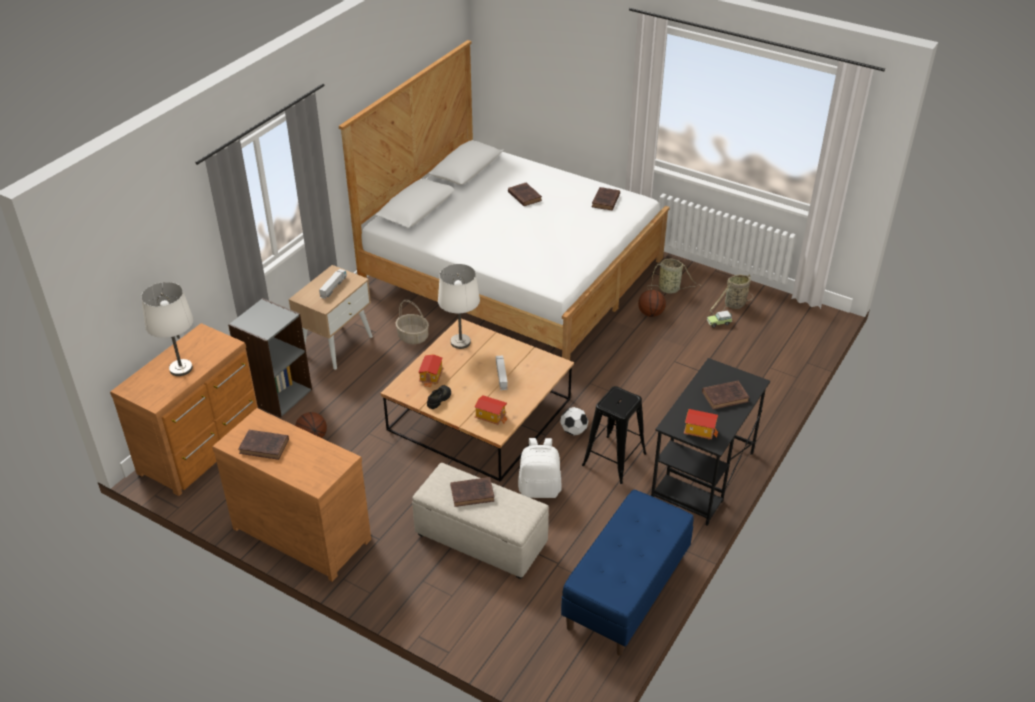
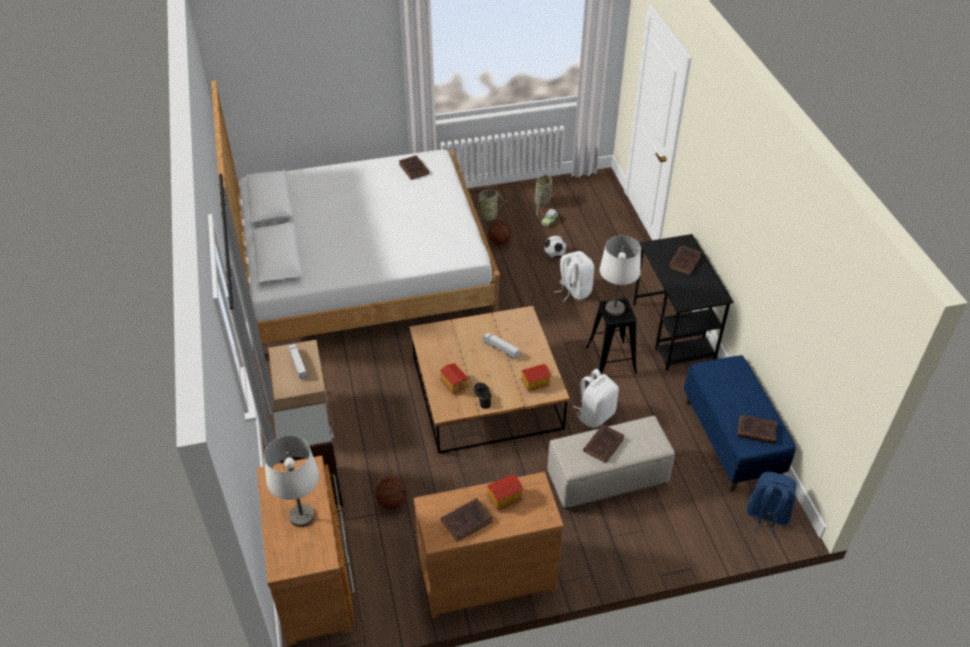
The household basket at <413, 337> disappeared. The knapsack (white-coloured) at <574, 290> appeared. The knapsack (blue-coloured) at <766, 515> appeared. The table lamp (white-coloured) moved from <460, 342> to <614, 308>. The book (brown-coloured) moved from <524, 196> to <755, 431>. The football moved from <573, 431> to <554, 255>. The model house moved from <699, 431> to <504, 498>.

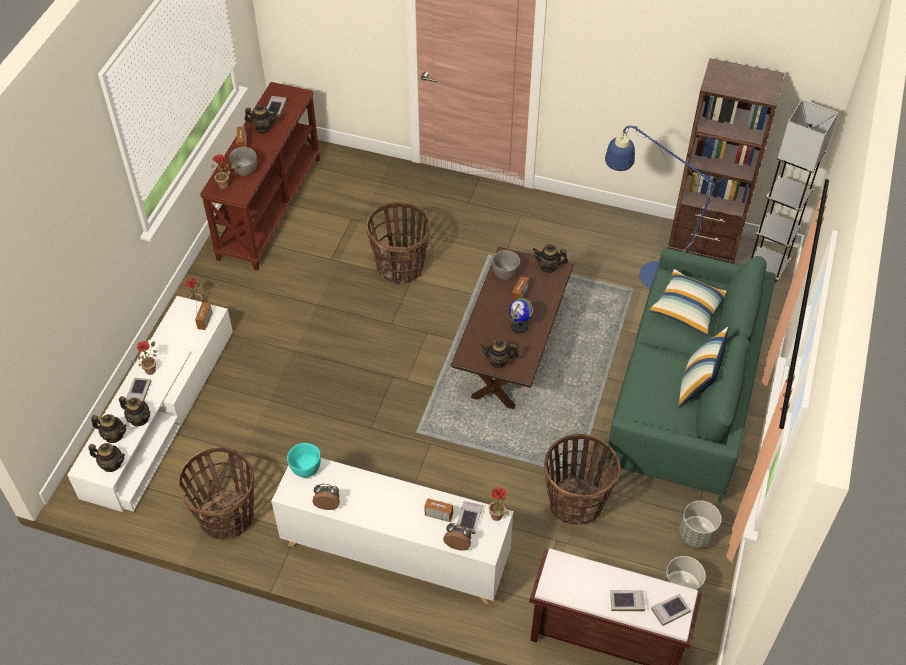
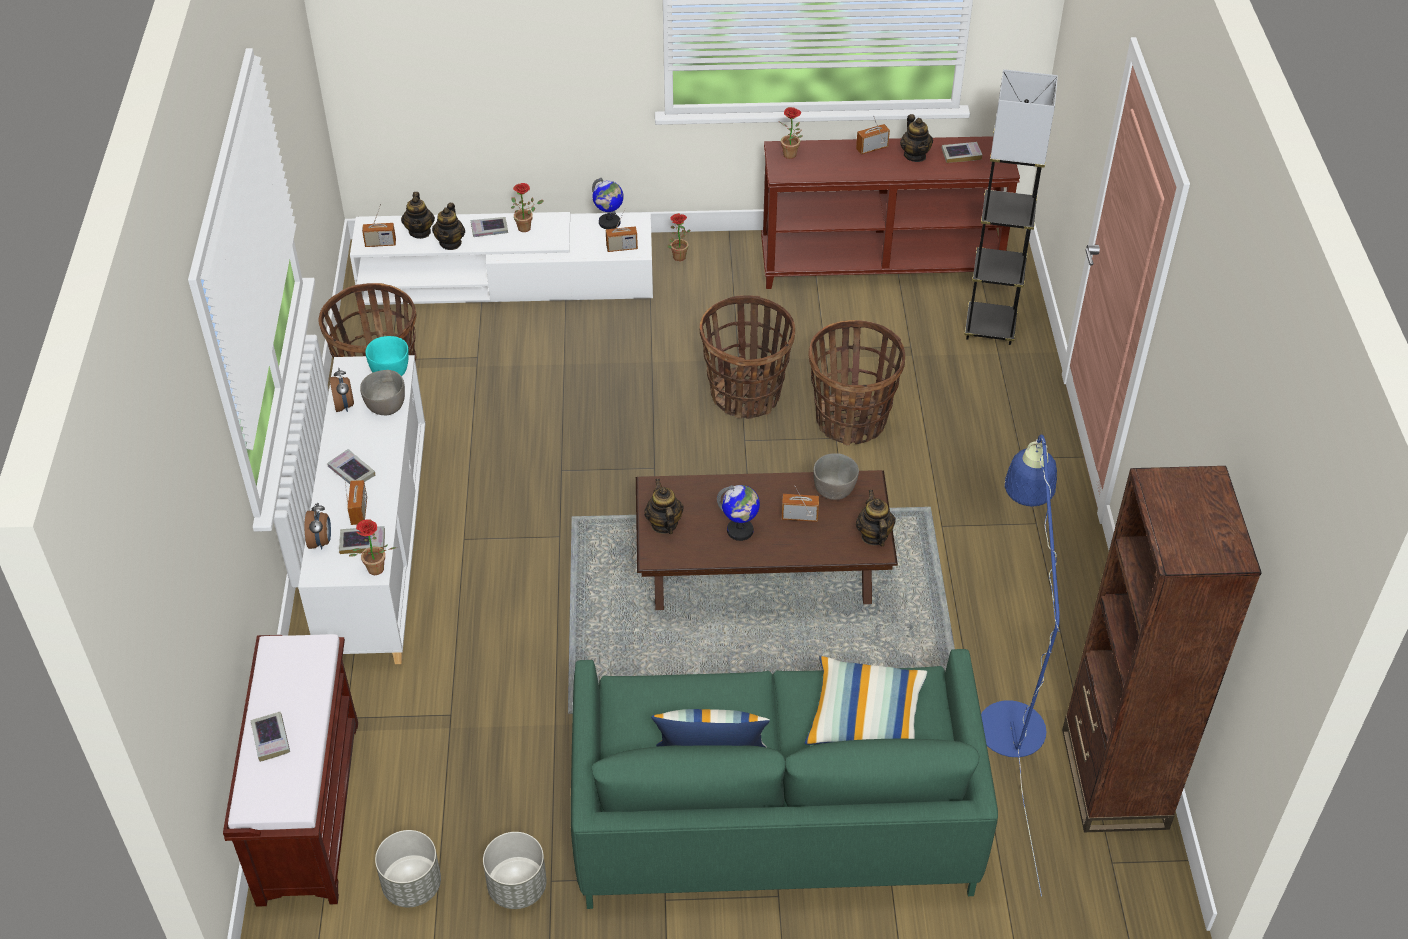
The desk globe at <609, 223> appeared. The deep dish (gray) moved from <245, 170> to <385, 406>. The household basket moved from <576, 502> to <746, 395>. The book moved from <670, 611> to <351, 471>. The standing lamp (gray) moved from <767, 266> to <990, 327>. The pot for tea at <111, 464> was replaced by the radio at <380, 243>.

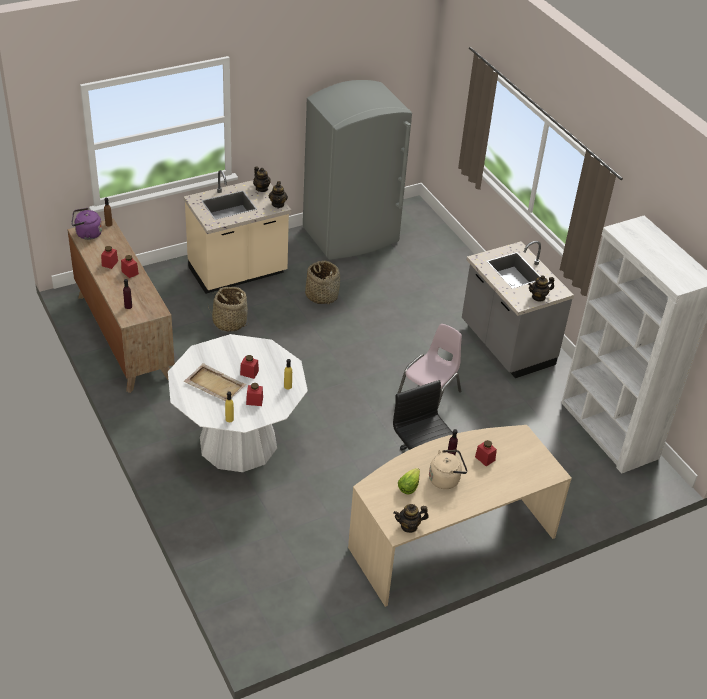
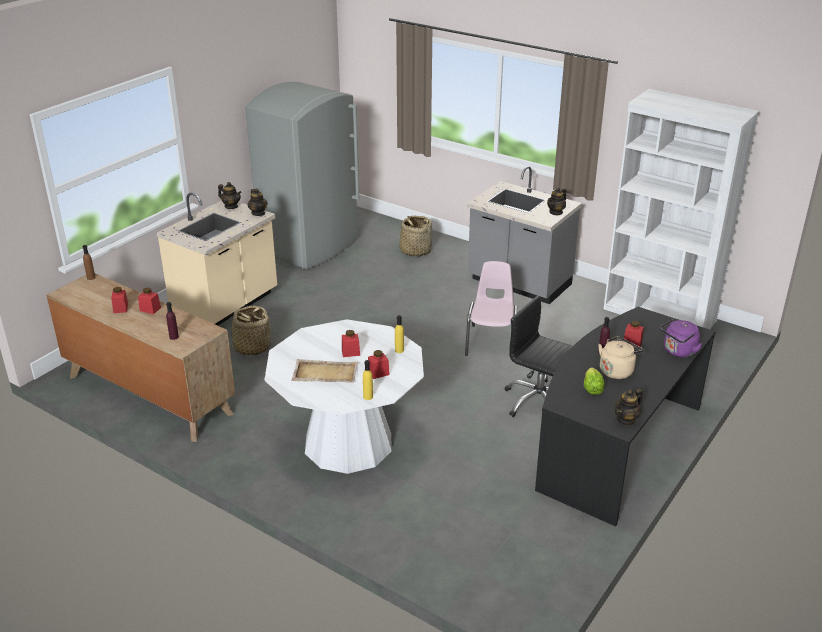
The water kettle (purple-coloured) moved from <87, 234> to <678, 351>. The household basket moved from <321, 295> to <415, 250>. The desk (beige) at <449, 538> became the desk (black) at <615, 445>.

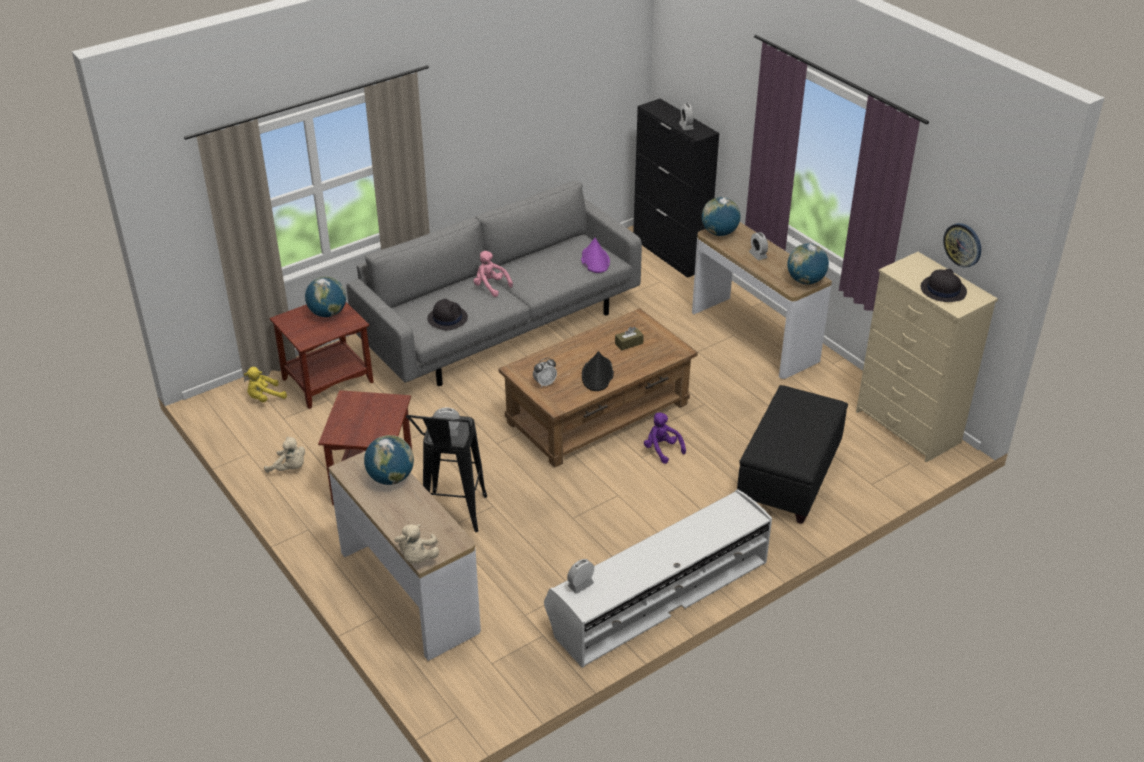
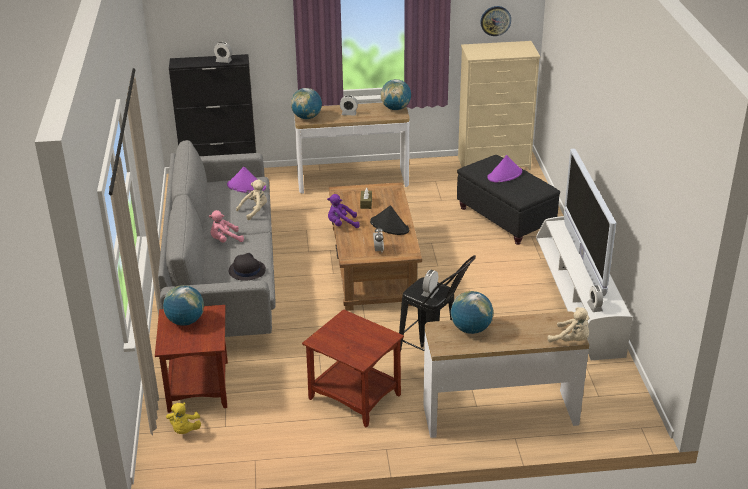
The wearable hat (black) at <942, 290> disappeared. The wearable hat (purple-coloured) at <505, 175> appeared. The TV set at <583, 258> appeared. The plush toy (beige) moved from <289, 468> to <255, 210>. The plush toy (purple-coloured) moved from <662, 450> to <341, 224>.

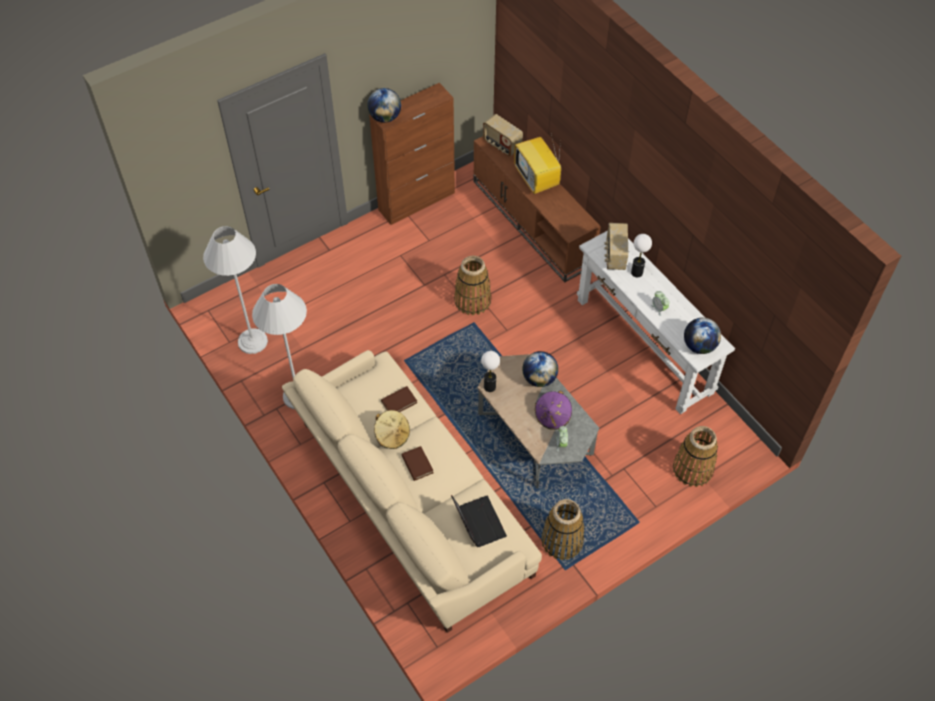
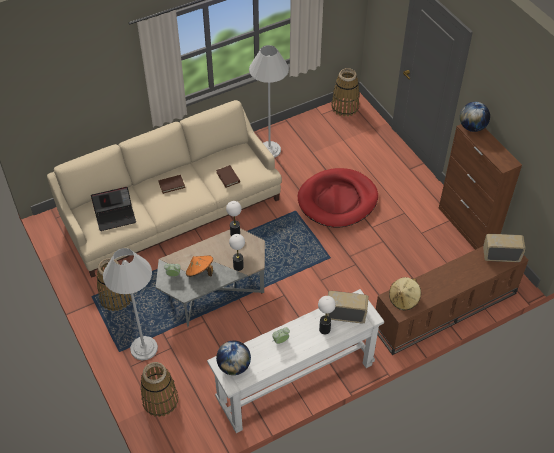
The TV set at <537, 180> disappeared. The dog cushion (reddish) at <337, 200> appeared. The standing lamp (white-coloured) moved from <252, 341> to <144, 348>. The wearable hat (beige) moved from <392, 435> to <404, 299>. The household basket moved from <472, 300> to <345, 107>. The desk globe at <539, 378> was replaced by the table lamp at <238, 267>. The wearable hat (purple-coloured) at <553, 416> became the wearable hat (orange-coloured) at <200, 272>. The radio at <502, 145> turned 45 degrees clockwise.

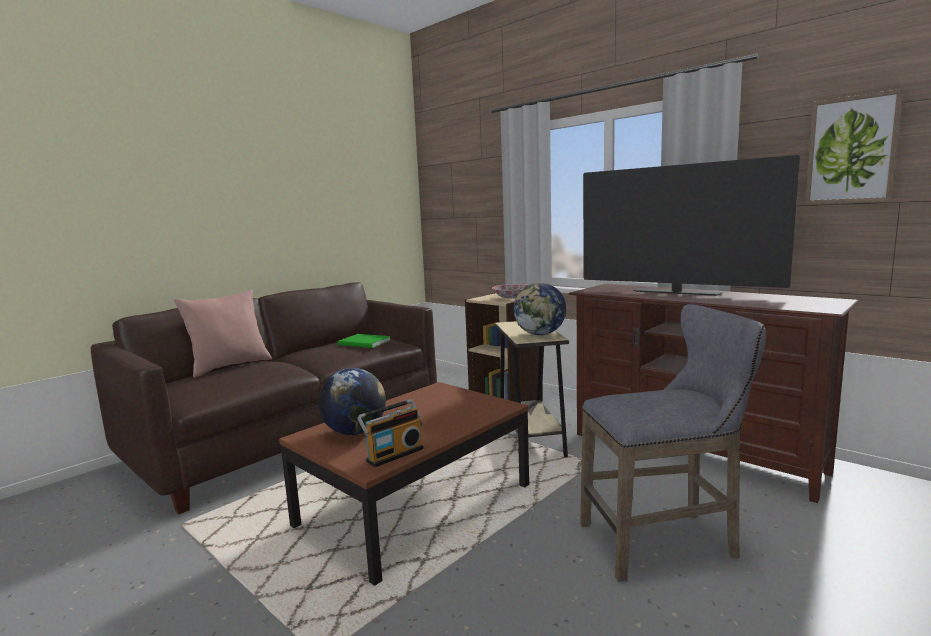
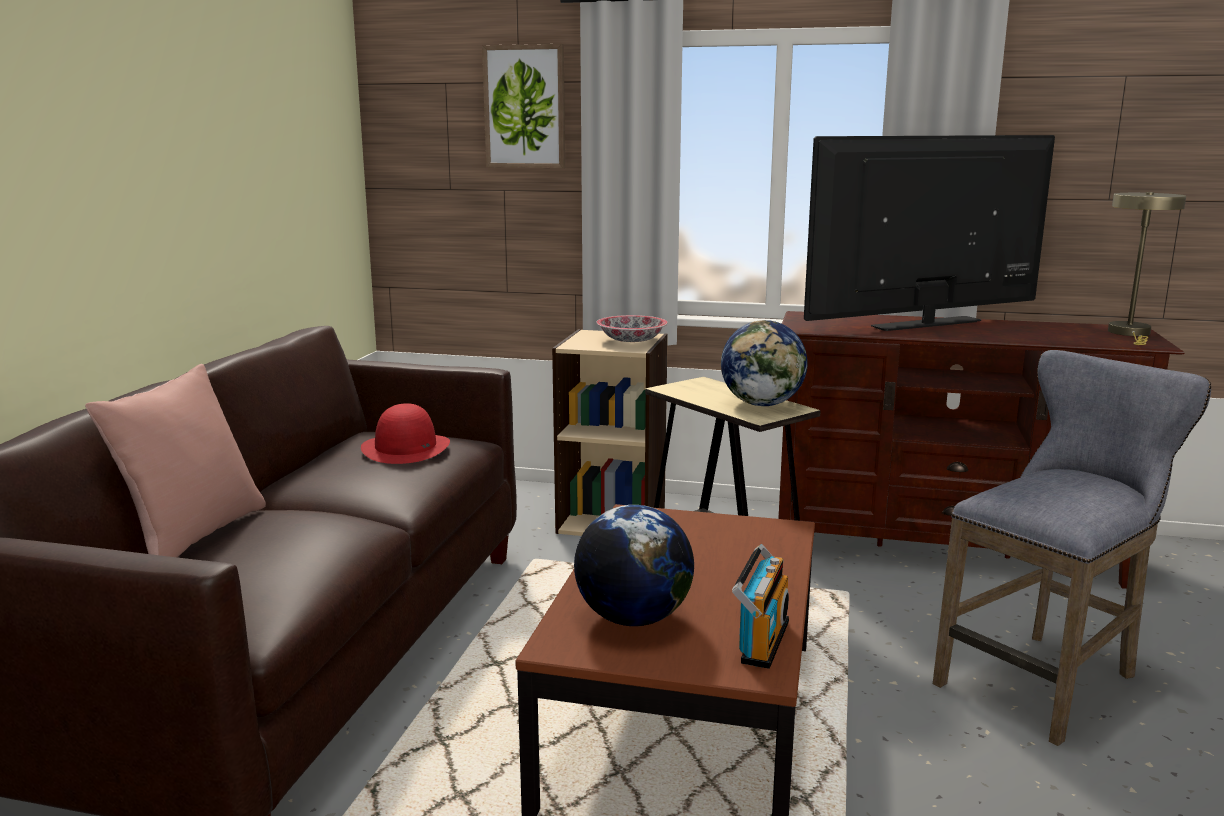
The table lamp (beige) at <1131, 334> appeared. The wall art moved from <851, 150> to <525, 107>. The book (green-coloured) at <365, 343> was replaced by the wearable hat (reddish) at <406, 448>. The TV set at <676, 292> turned 150 degrees clockwise.

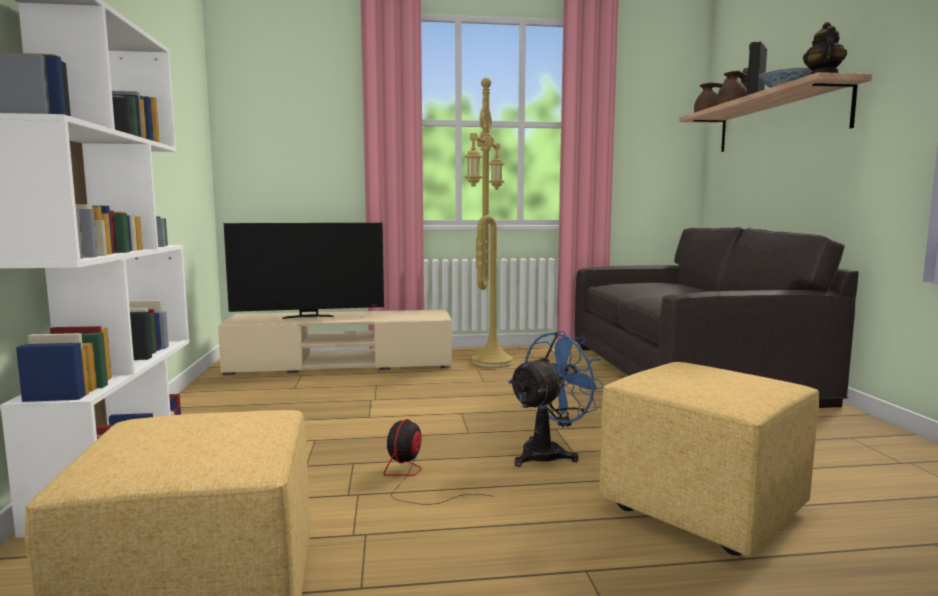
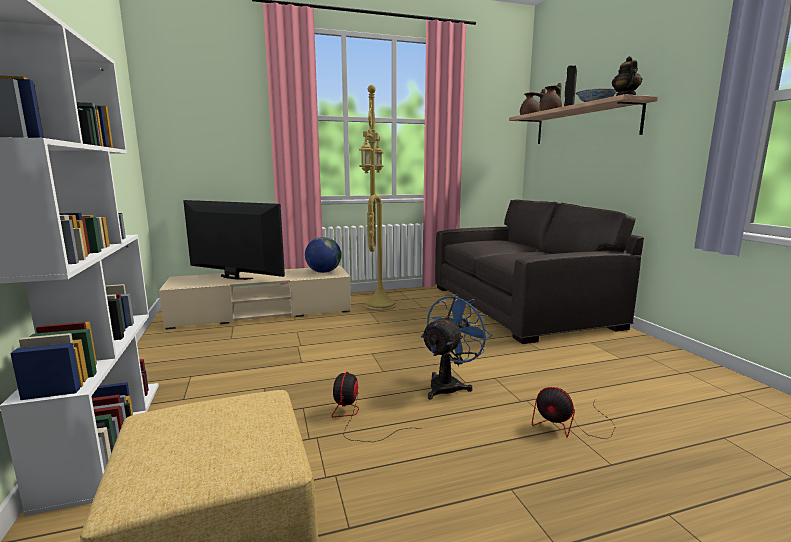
The desk globe at <323, 272> appeared. The footrest (yellowish) at <700, 510> was replaced by the cooling fan at <569, 425>. The TV set at <308, 316> turned 135 degrees counterclockwise.

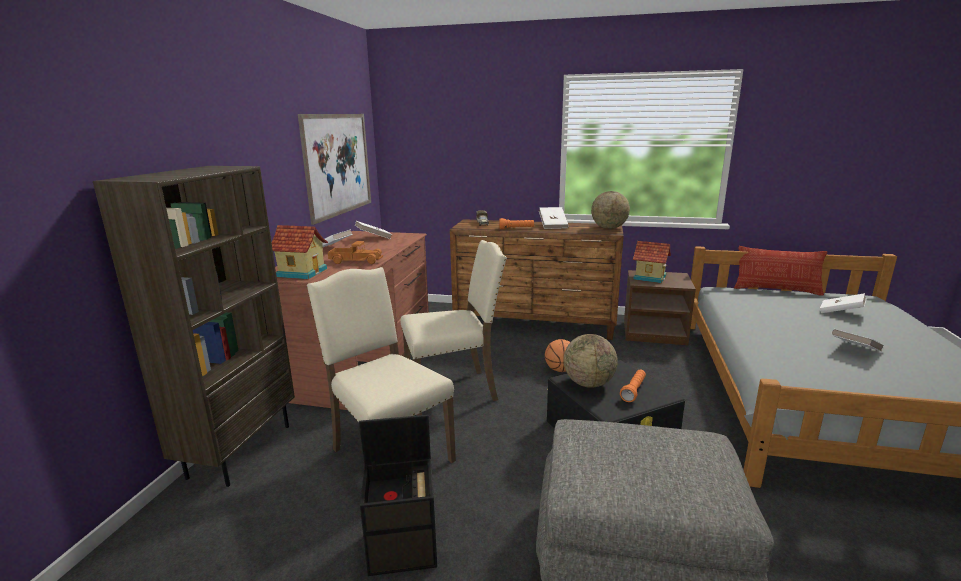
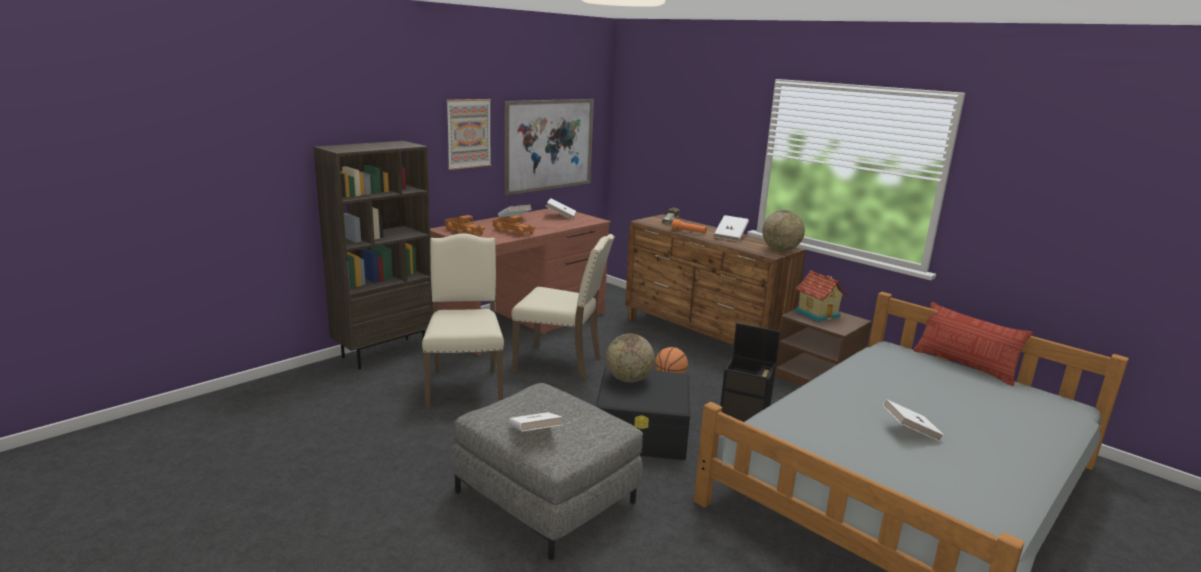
The flashlight (orange-coloured) at <633, 391> disappeared. The wall art at <468, 133> appeared. The storage bin (black) moved from <404, 547> to <745, 415>. The book (white-coloured) moved from <840, 312> to <534, 434>. The model house at <302, 272> was replaced by the toy truck at <464, 232>.

